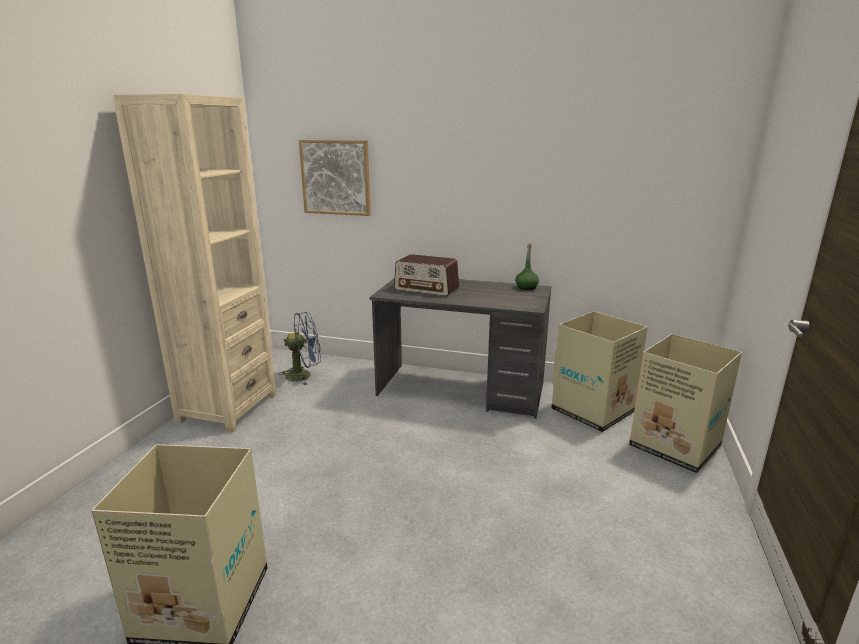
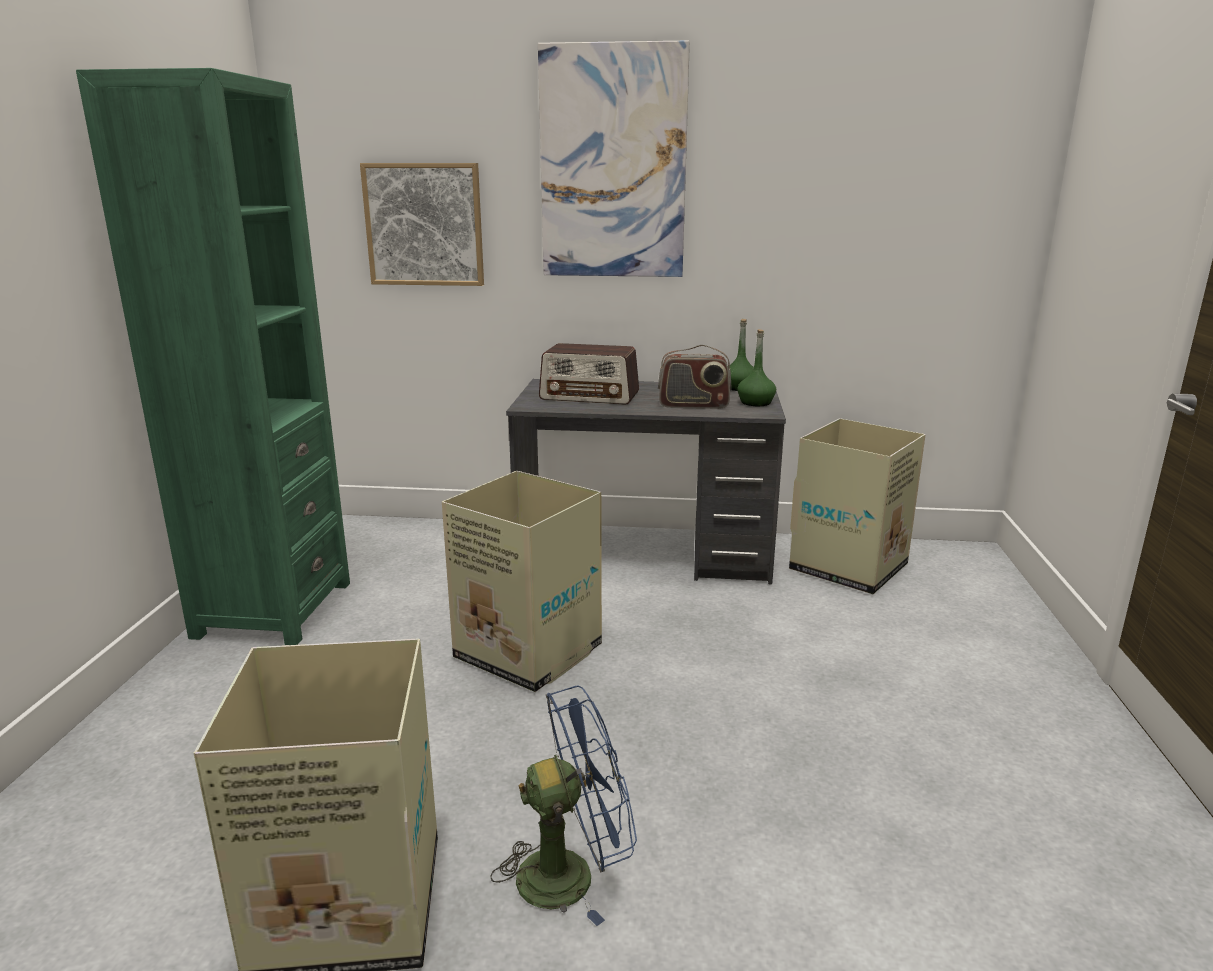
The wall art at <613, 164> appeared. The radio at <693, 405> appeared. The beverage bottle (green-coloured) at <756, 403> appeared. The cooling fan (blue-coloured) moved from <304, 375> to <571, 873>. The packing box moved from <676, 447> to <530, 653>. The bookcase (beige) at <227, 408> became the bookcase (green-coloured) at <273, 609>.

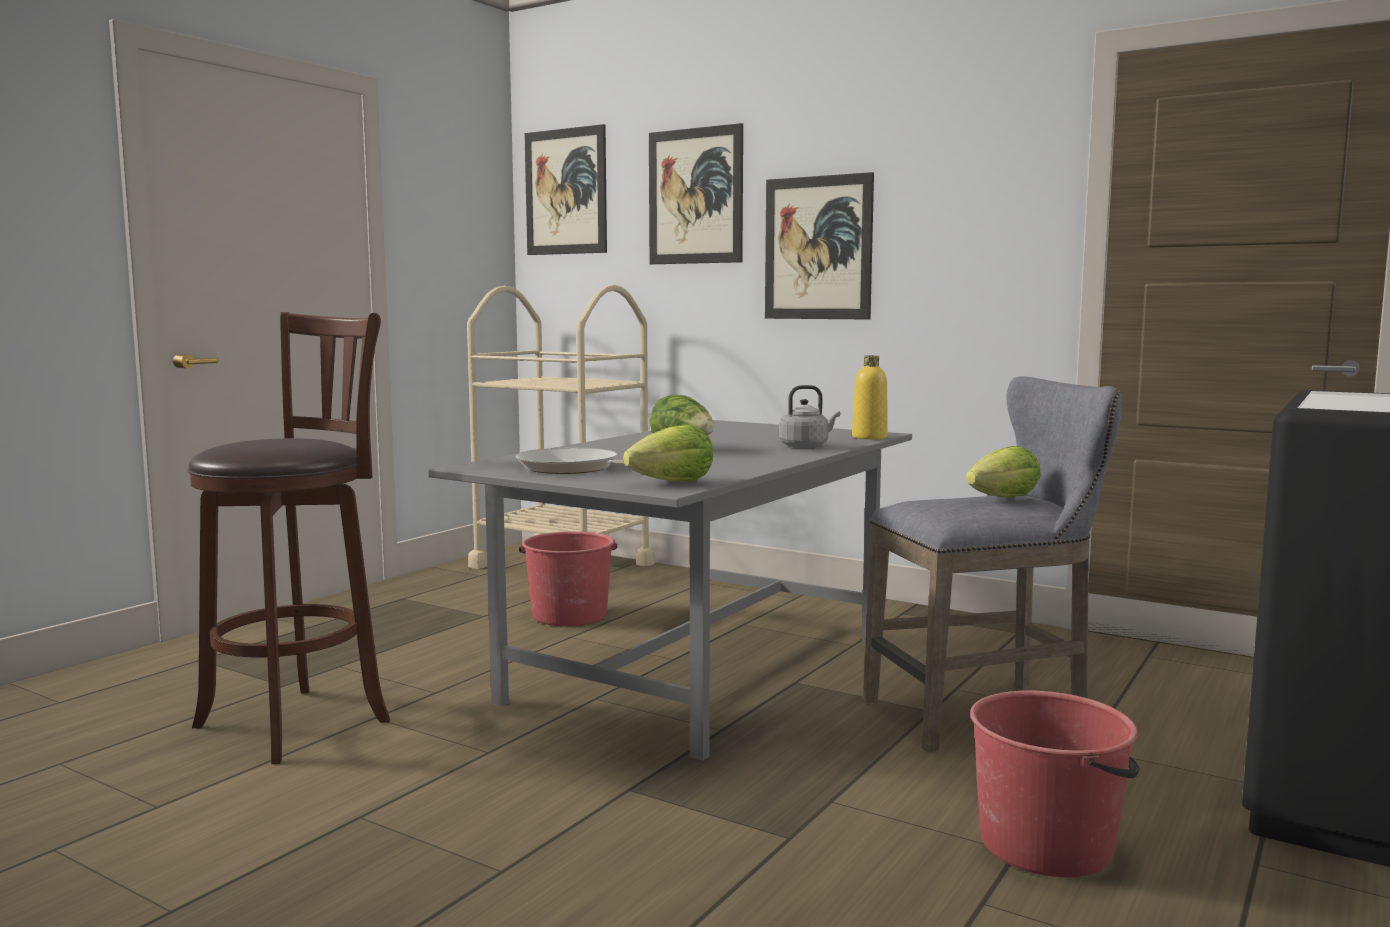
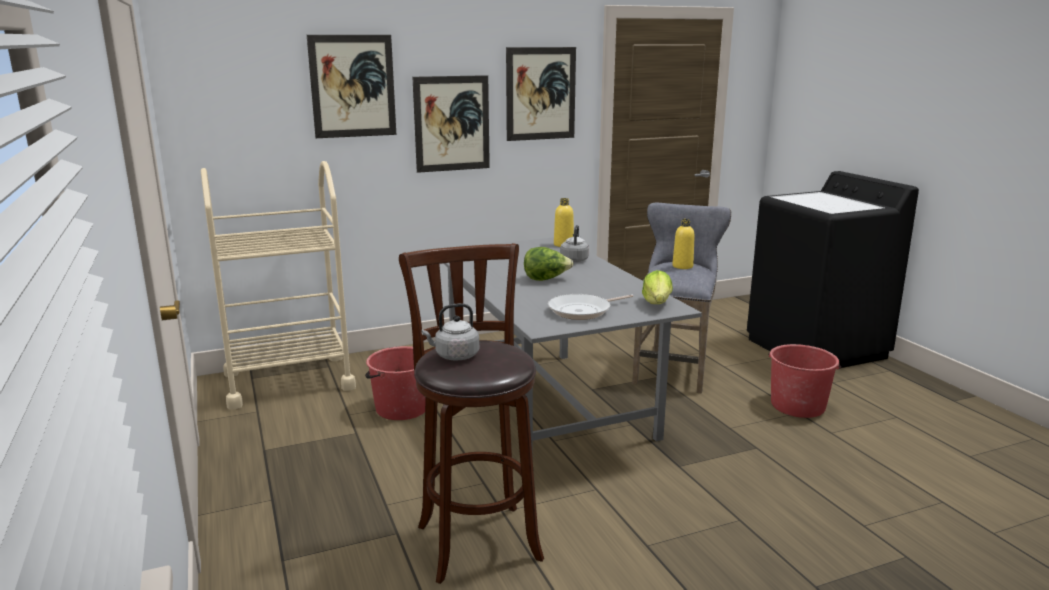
The water kettle (gray) at <454, 356> appeared. The wall art moved from <565, 192> to <540, 94>. The lettuce head at <1004, 498> was replaced by the beverage bottle (yellowish) at <682, 266>.

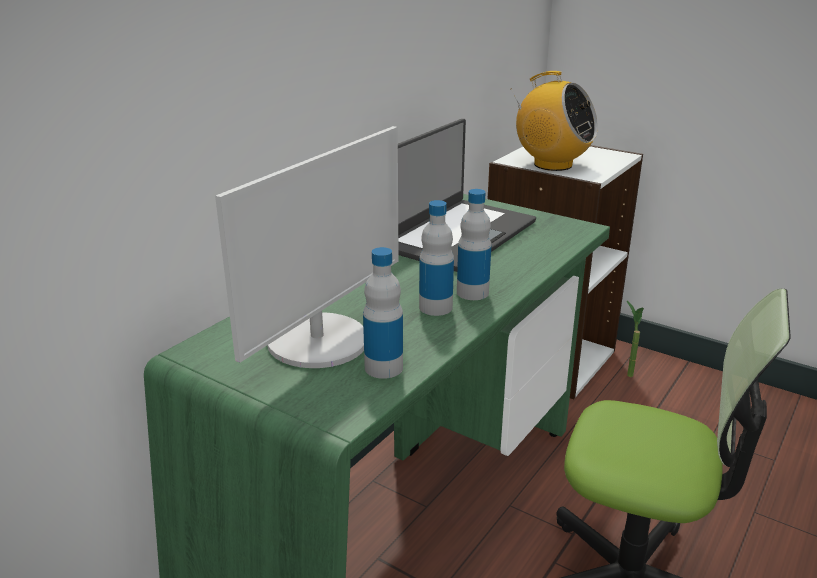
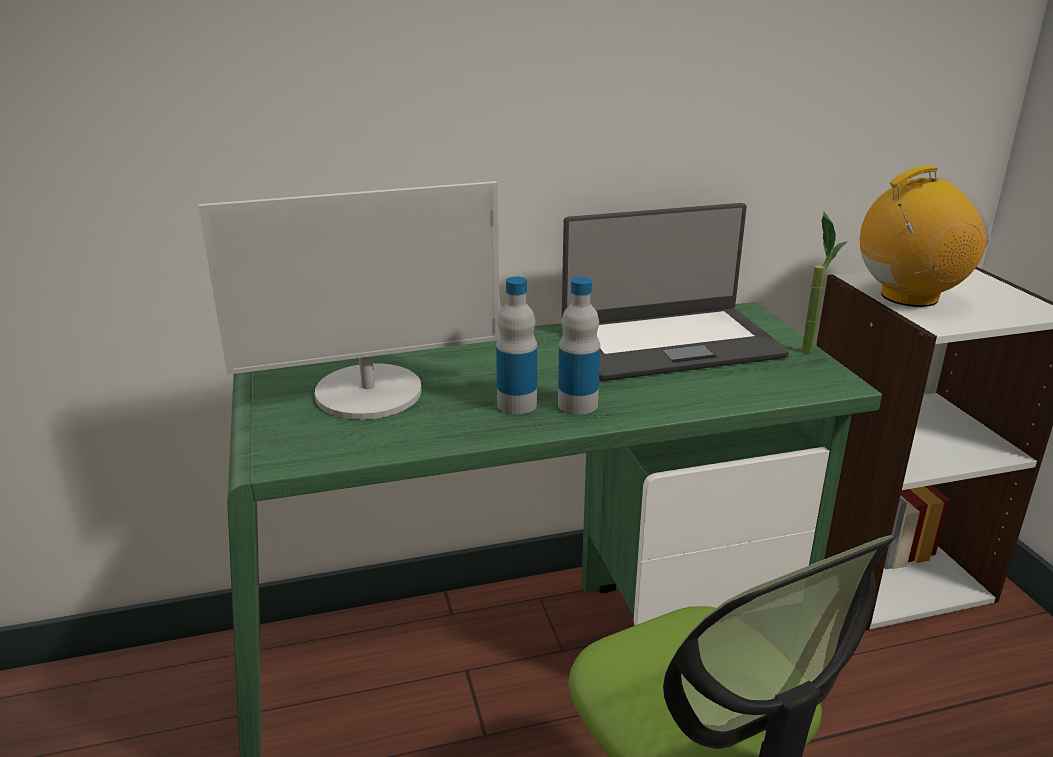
The beverage bottle at <383, 367> disappeared. The houseplant moved from <627, 372> to <808, 347>. The radio at <552, 165> turned 90 degrees counterclockwise.

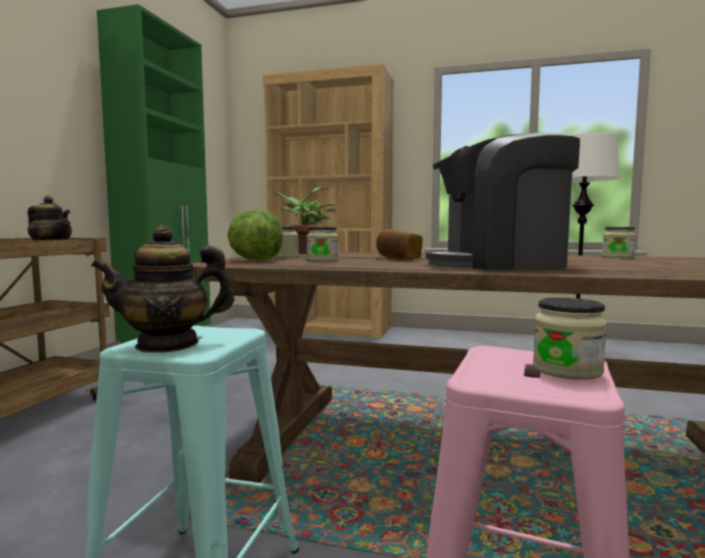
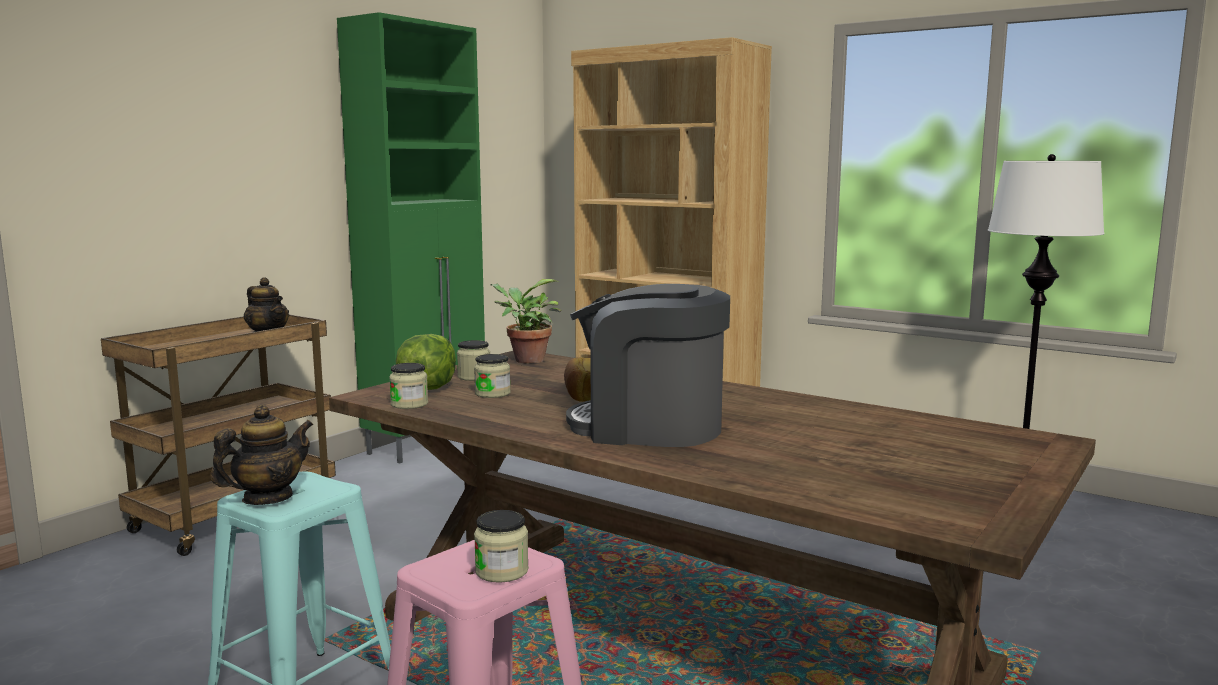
The storage jar moved from <617, 257> to <409, 404>. The pot for tea at <168, 345> turned 135 degrees clockwise.

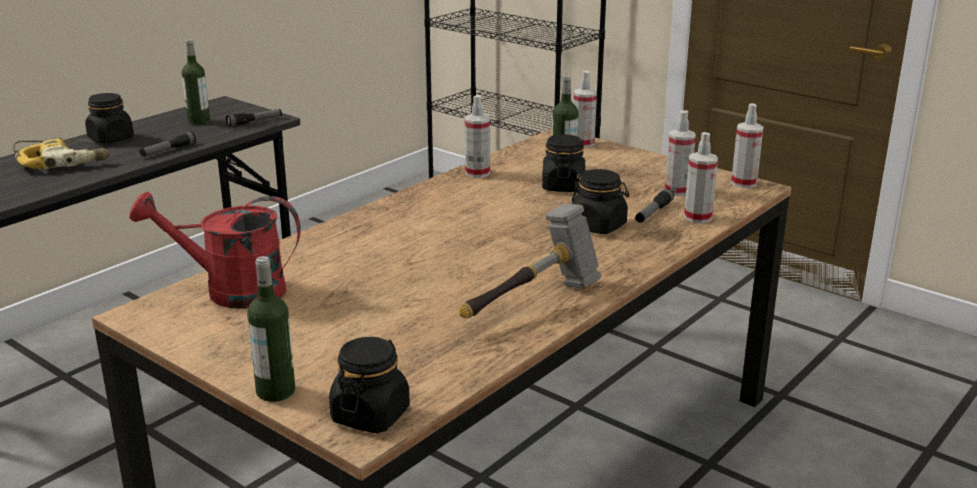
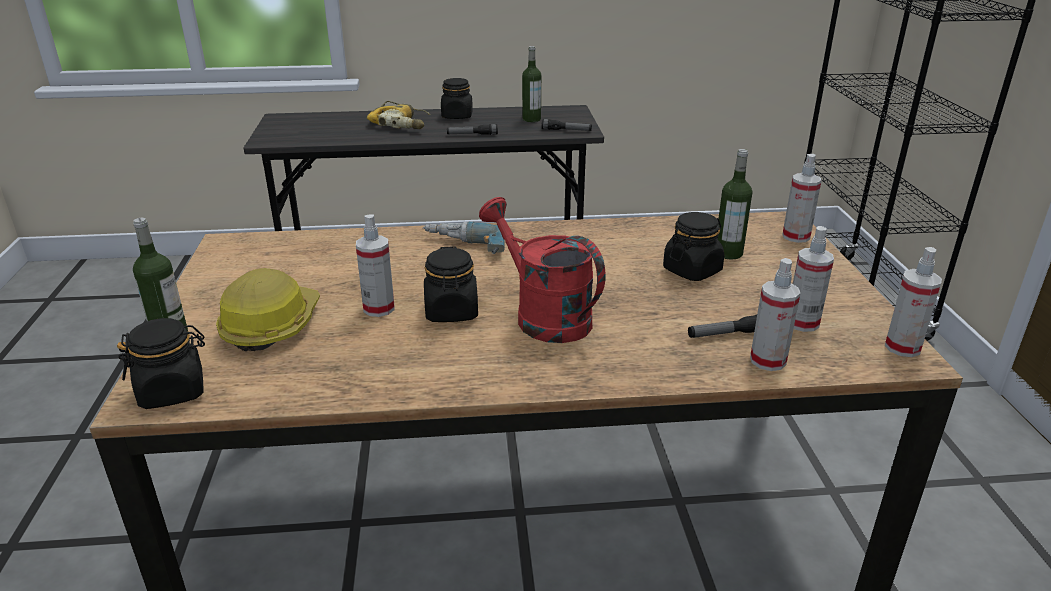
The tool hammer at <531, 303> disappeared. The work helmet at <270, 325> appeared. The electric drill at <463, 247> appeared. The watering can (reddish) moved from <231, 291> to <543, 316>. The spray bottle moved from <477, 173> to <379, 308>. The storage jar (black) moved from <598, 226> to <451, 311>.

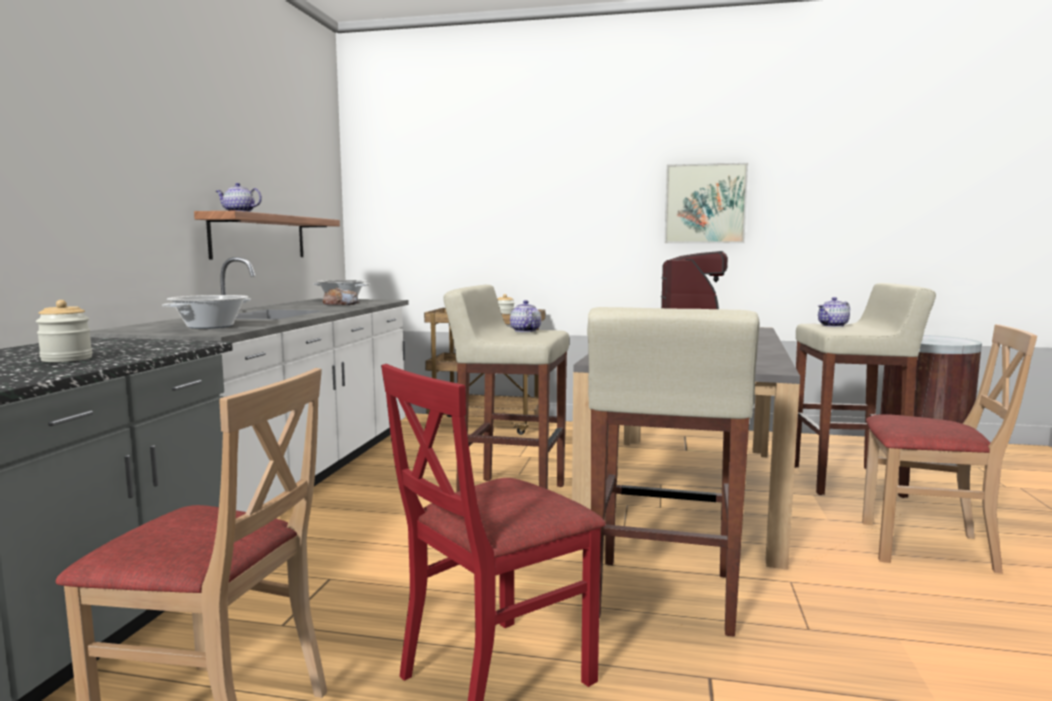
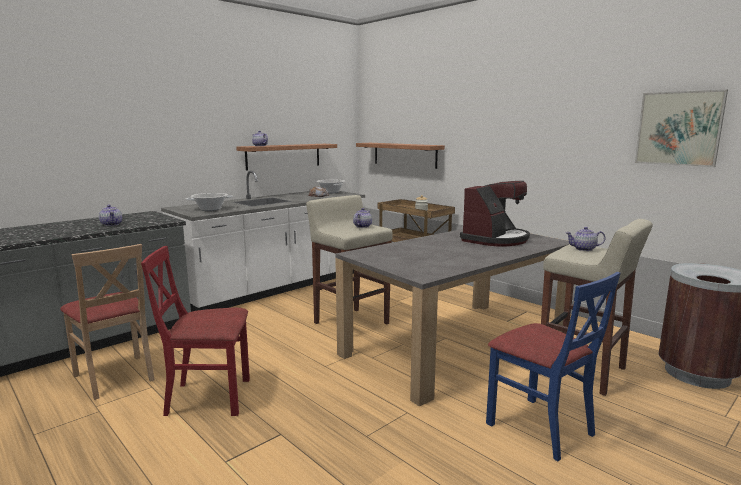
The stool seat (beige) at <662, 597> disappeared. The bracket shelf at <404, 154> appeared. The wall art moved from <705, 204> to <678, 128>. The storage jar at <67, 359> was replaced by the pot for tea at <112, 224>. The chair (beige) at <926, 547> became the chair (blue-coloured) at <540, 427>.

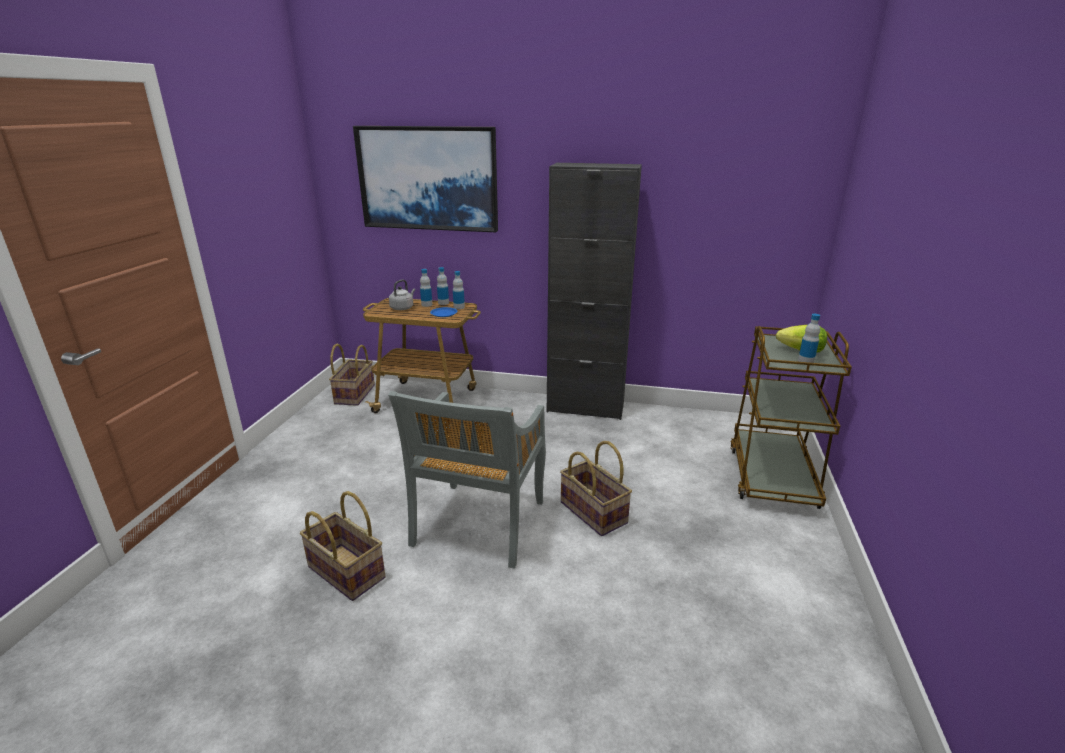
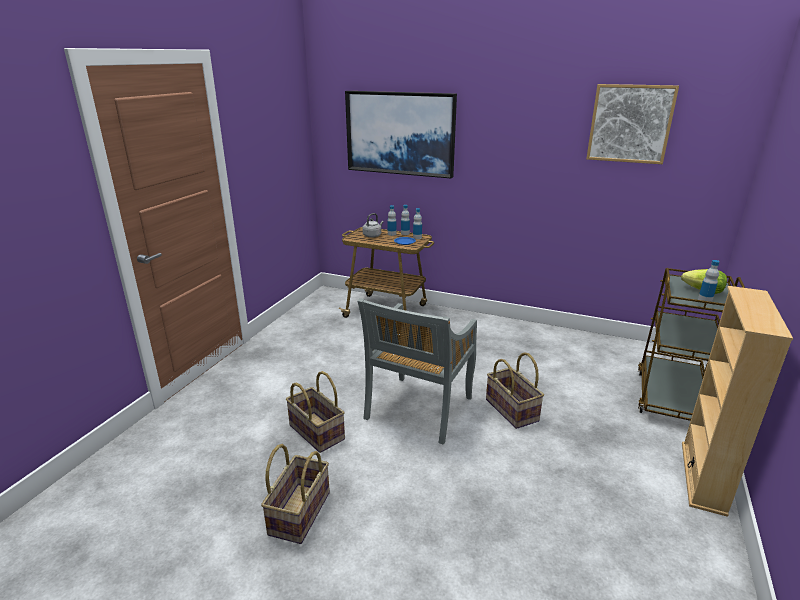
The cabinet (black) at <585, 408> disappeared. The wall art at <630, 124> appeared. The bookcase (beige) at <703, 477> appeared. The household basket moved from <354, 394> to <299, 512>.

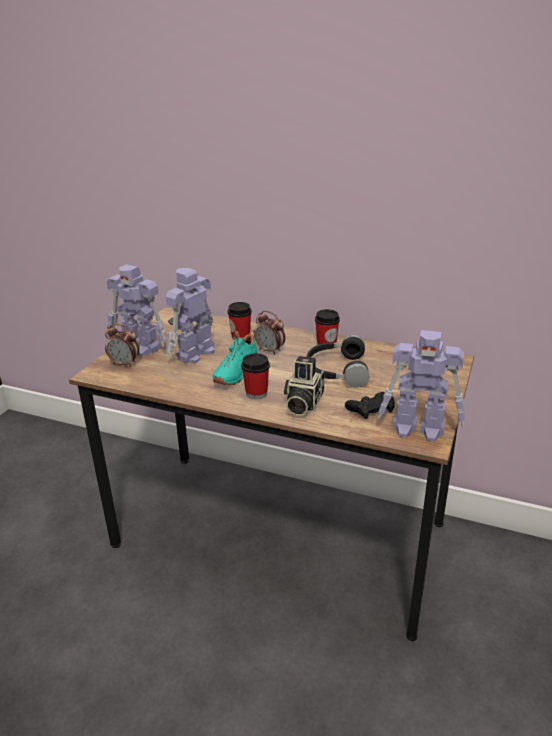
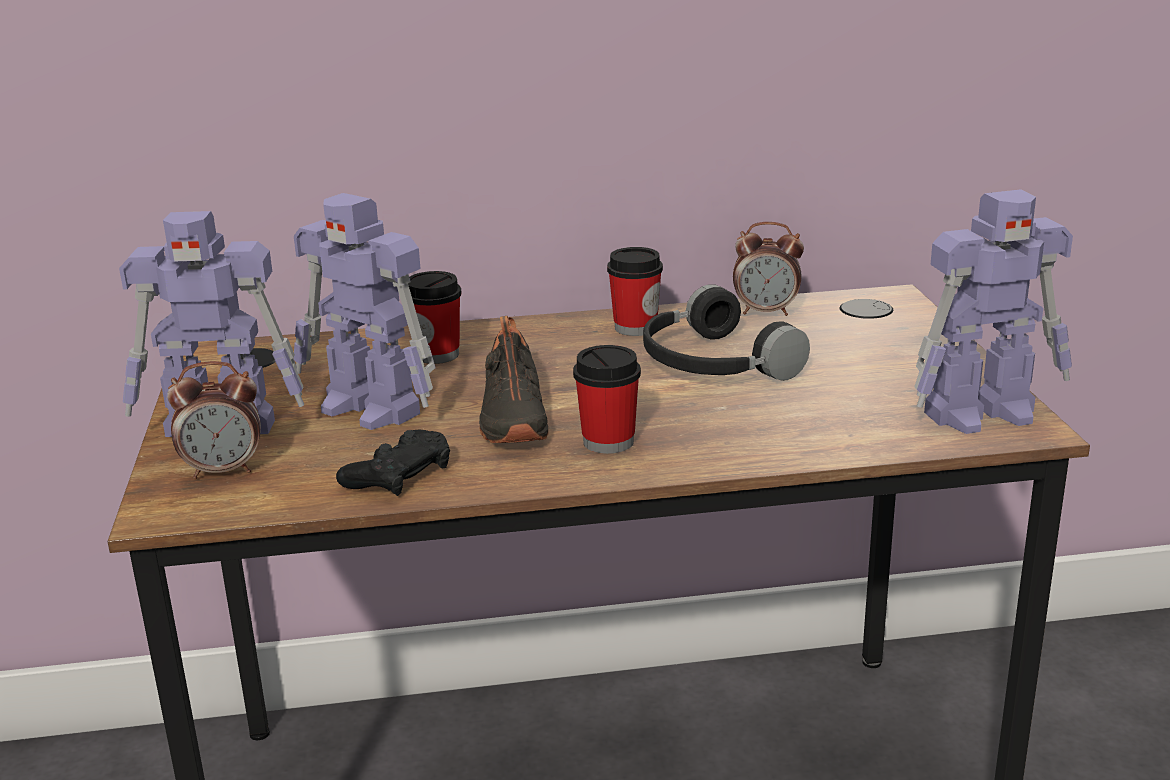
The still camera at <302, 403> disappeared. The table clock moved from <270, 351> to <766, 312>. The gamepad (black) moved from <371, 409> to <398, 475>. The shoe (turquoise-coloured) at <235, 372> became the shoe (black) at <510, 418>. The model robot at <194, 354> turned 60 degrees counterclockwise.

